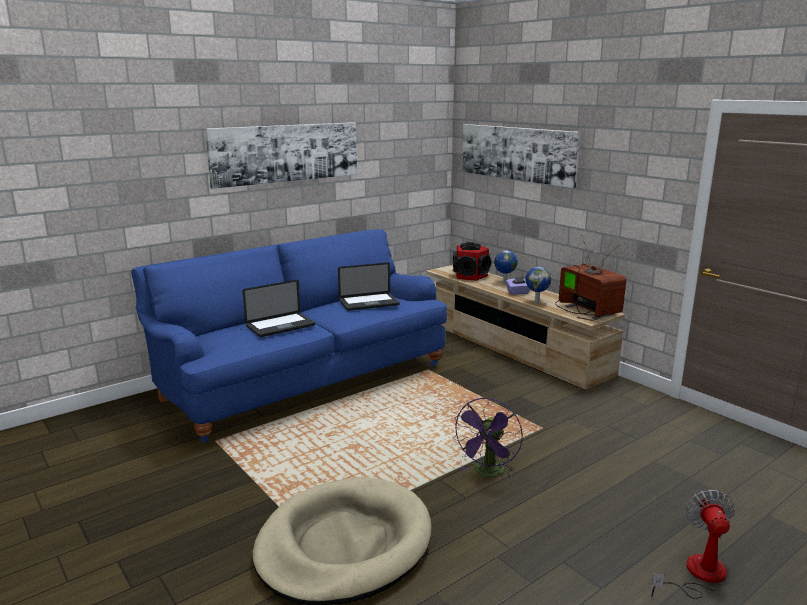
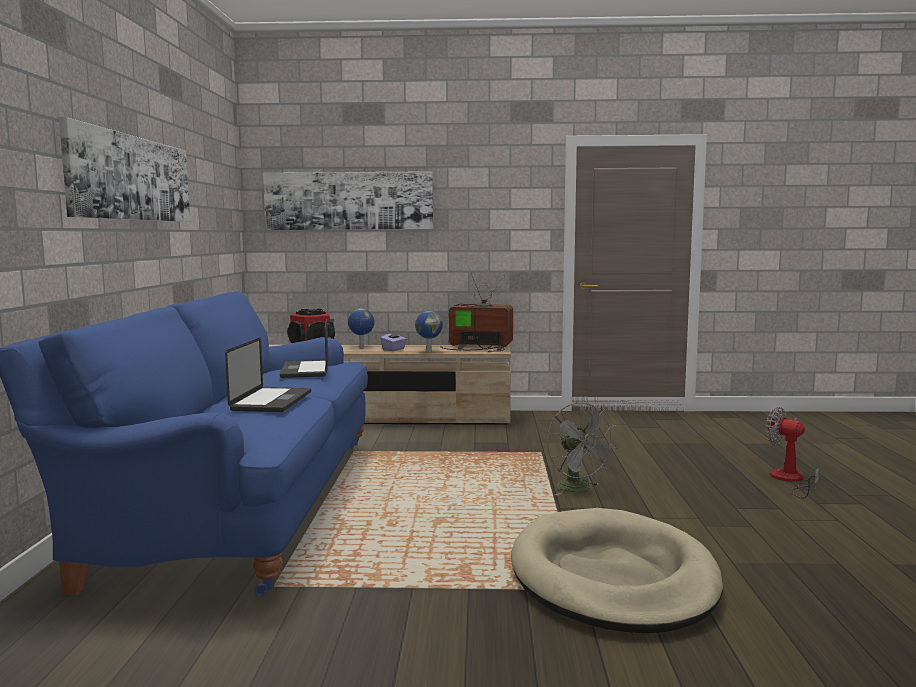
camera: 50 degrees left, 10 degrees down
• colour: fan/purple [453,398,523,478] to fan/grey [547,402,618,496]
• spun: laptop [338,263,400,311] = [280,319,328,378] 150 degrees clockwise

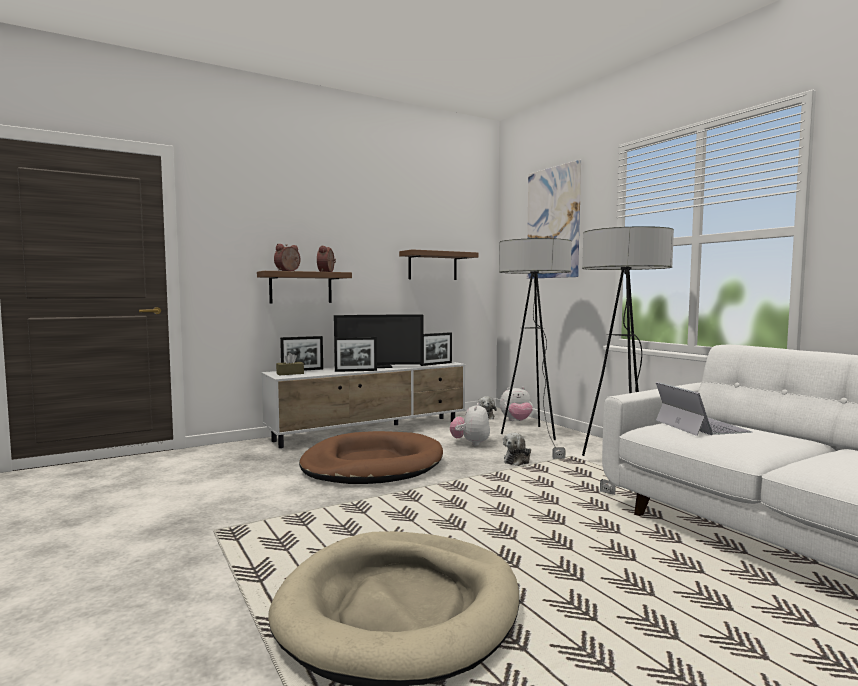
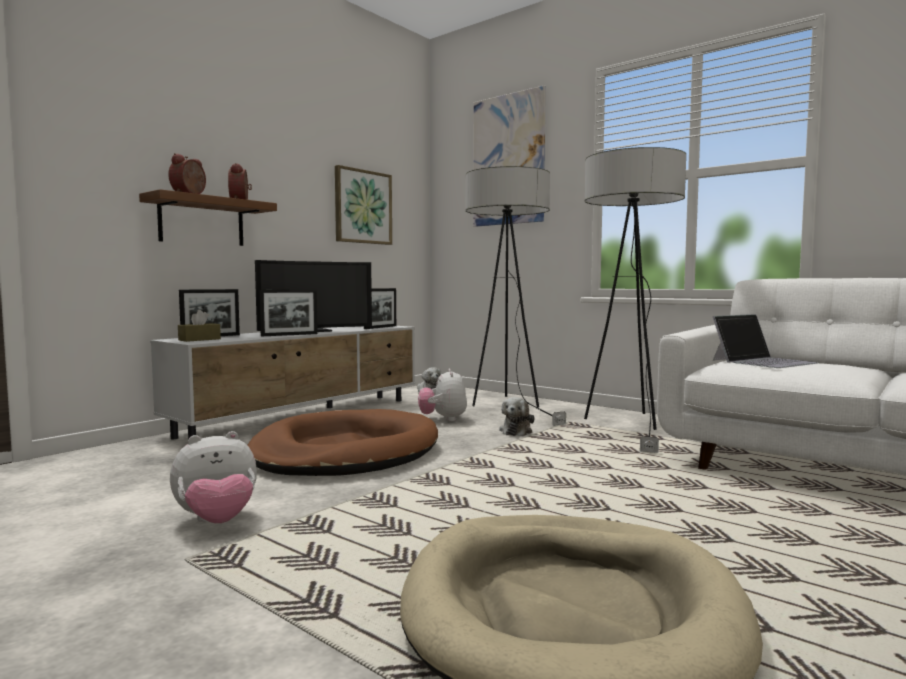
camera: 20 degrees left, 0 degrees up
• relocated: plush toy [500,387,533,421] to [170,431,257,523]
• exchanged: shelf/brown [399,249,479,280] to picture [335,165,392,245]
• spun: laptop [656,382,752,436] = [713,314,818,368] 90 degrees clockwise

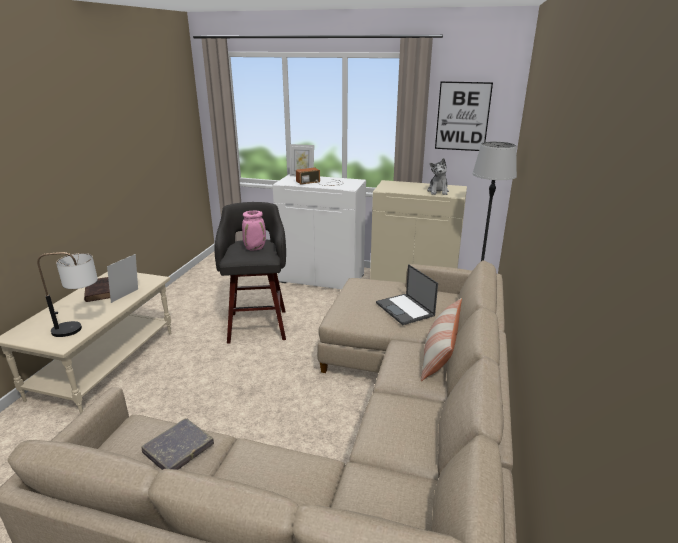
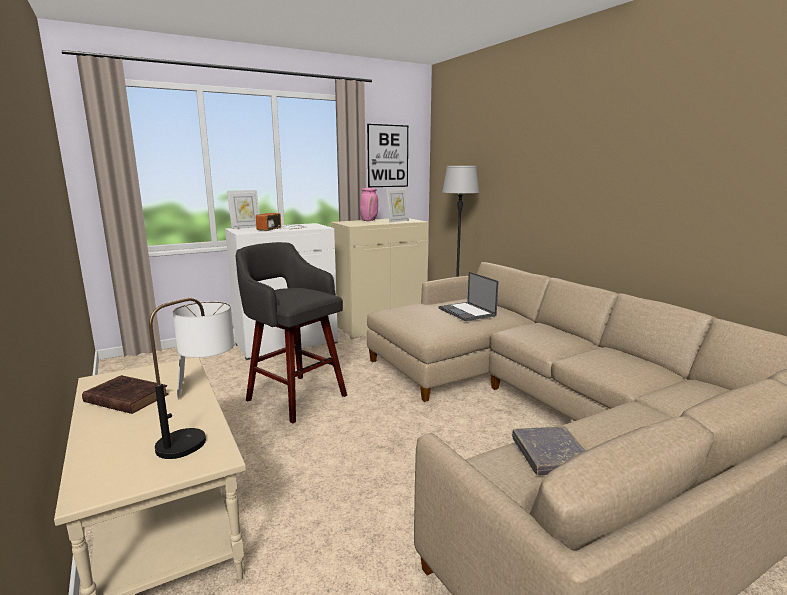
camera: 45 degrees left, 10 degrees down
• missing: pillow [421,298,462,381]
• relocated: vase/pink [242,211,266,251] to [360,188,378,221]
• exchanged: plush toy [427,158,449,195] to picture frame [386,187,409,222]
• spun: laptop [376,264,438,325] = [439,272,499,321] 45 degrees clockwise

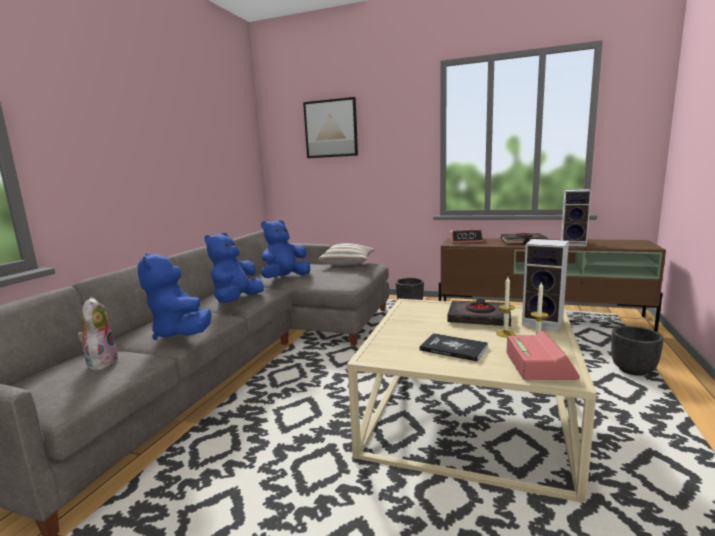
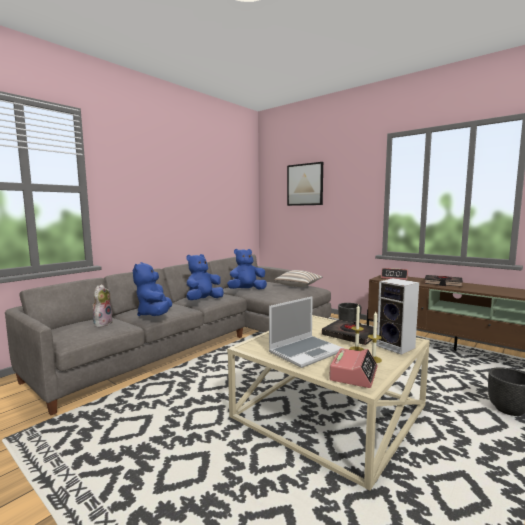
camera: 20 degrees right, 5 degrees down
• missing: speaker [561,189,591,247]
• exchanged: book [419,333,488,362] to laptop [269,296,344,368]

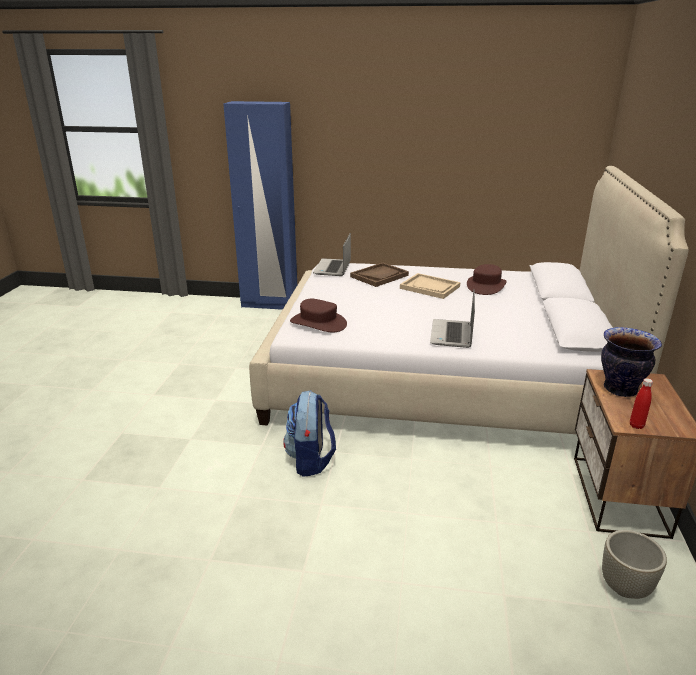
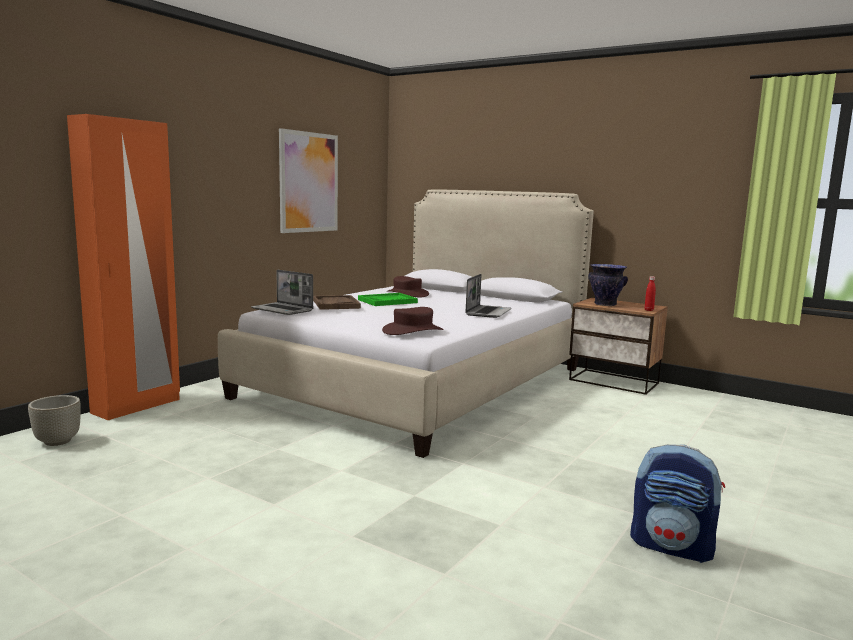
camera: 65 degrees left, 15 degrees down
• appeared: picture [279,128,338,233]
• relocated: backpack [283,391,336,477] to [630,444,725,563]
• relocated: planter/grey [602,530,667,599] to [28,395,81,446]
• colour: wardrobe/blue [223,101,297,310] to wardrobe/orange [67,114,180,420]
• colour: tray/beige [400,273,460,299] to tray/green [358,293,418,306]
• spun: laptop [430,290,475,348] = [465,274,512,318] 105 degrees counterclockwise

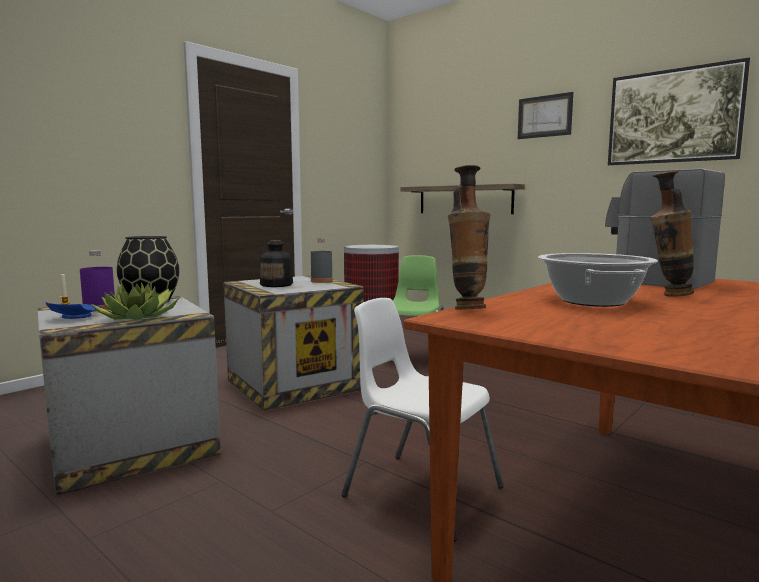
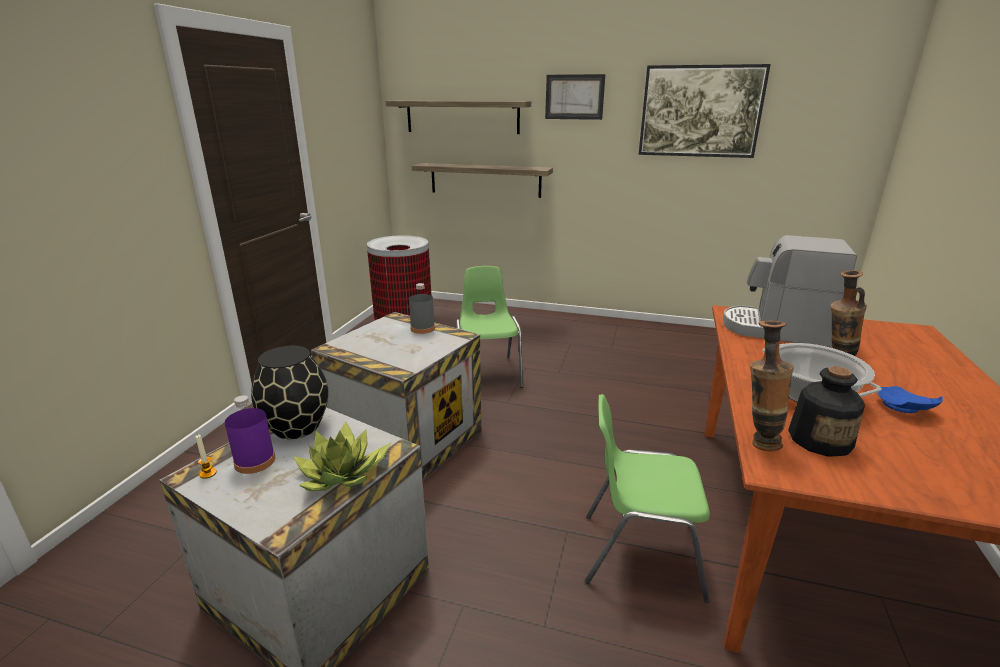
camera: 25 degrees left, 15 degrees up
• appeared: shelf [386,101,531,134]
• relocated: plate/blue [46,302,99,319] to [877,386,943,413]
• relocated: bottle [260,240,293,287] to [788,366,865,457]
• colour: chair/white [342,298,504,542] to chair/green [585,394,710,603]

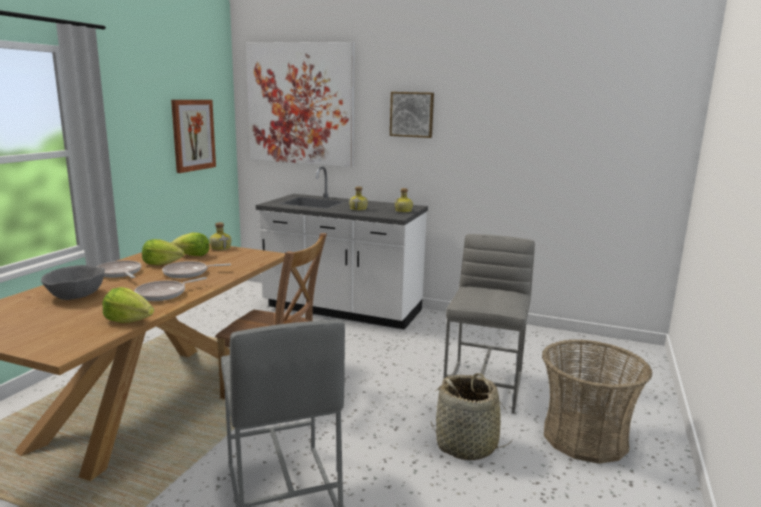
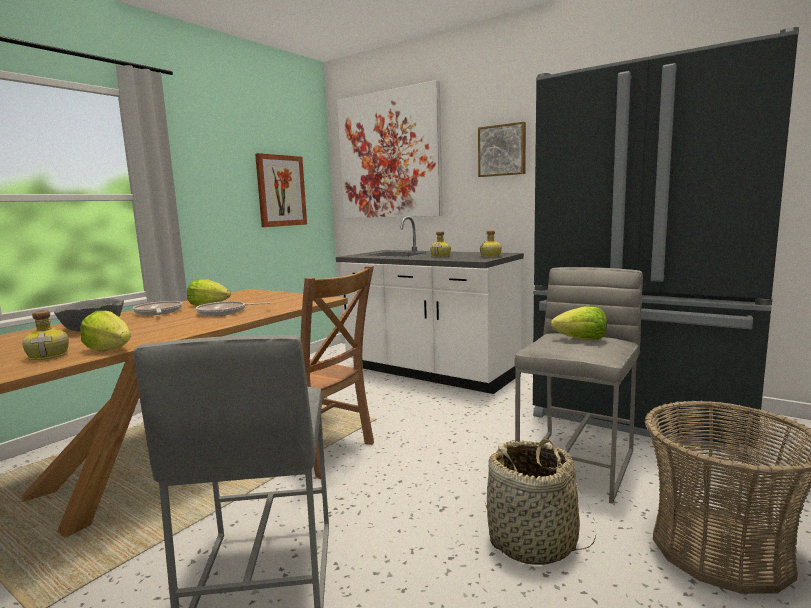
camera: 15 degrees right, 5 degrees down
• missing: frying pan [134,277,207,301]
• appeared: fridge/black [533,27,799,462]
• relocated: lettuce [171,233,210,256] to [551,306,607,340]
• relocated: bottle [209,222,232,250] to [22,310,69,360]

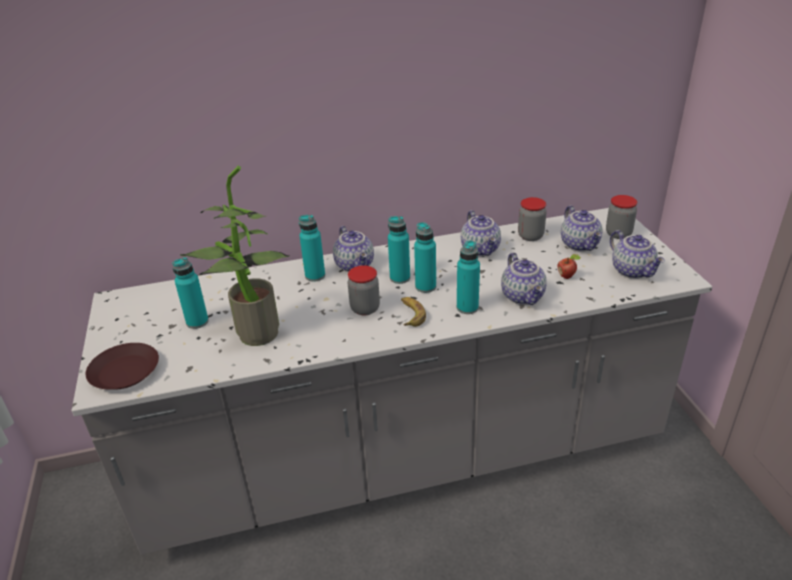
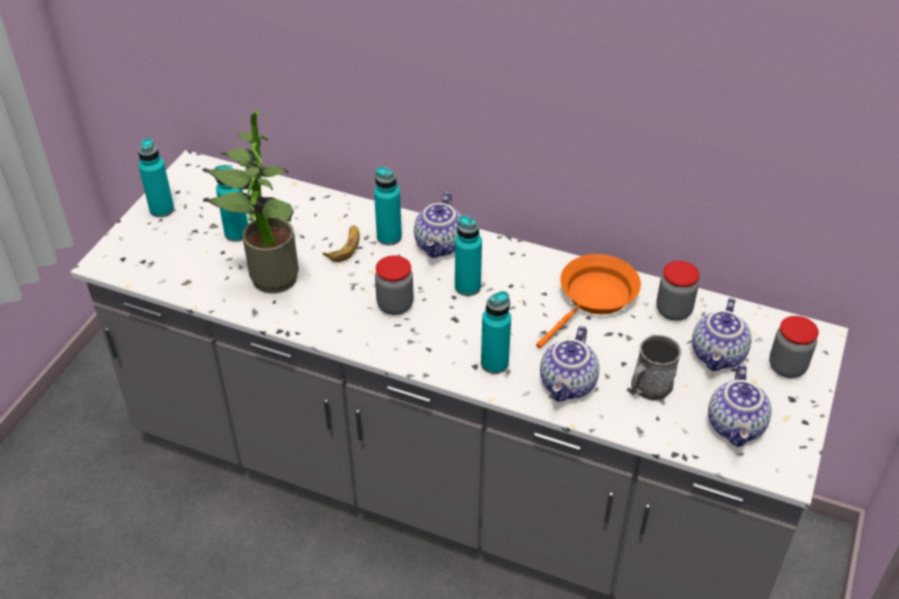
camera: 35 degrees right, 10 degrees up
• missing: plate/brown [86,343,159,390]
• relocated: banana [401,297,426,327] to [322,226,360,262]
• relocated: bottle/turquoise [414,222,436,293] to [138,138,174,218]
• exchanged: teapot [461,210,501,257] to frying pan/orange [536,254,641,349]
• exchanged: apple [557,254,581,279] to mug/grey [631,335,681,401]

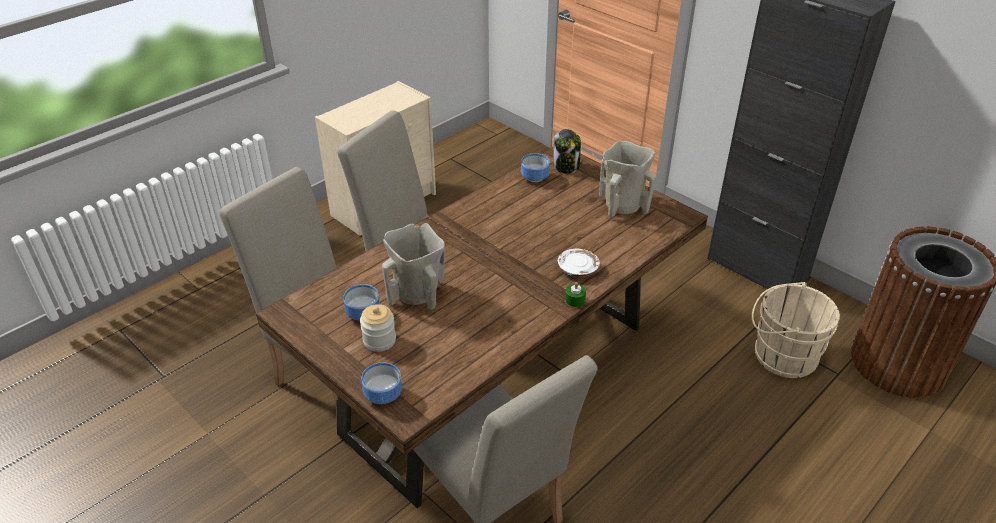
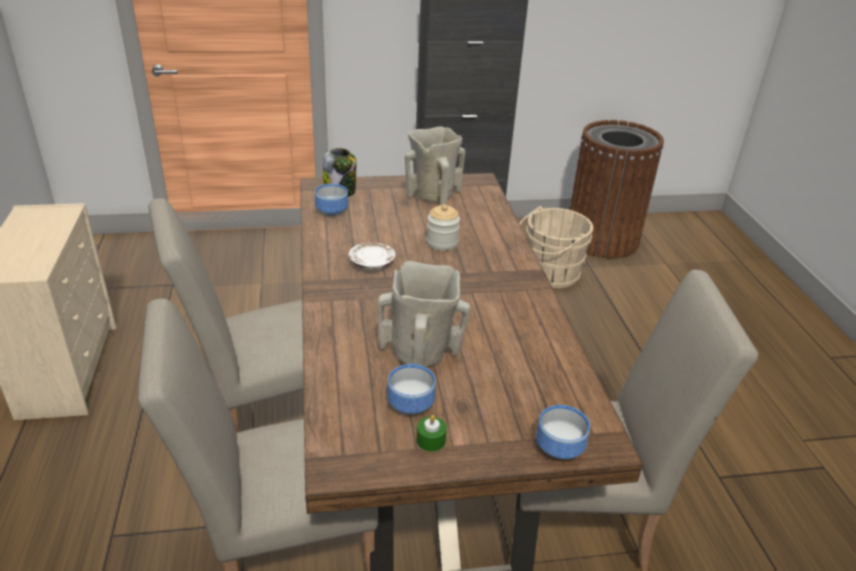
camera: 55 degrees left, 5 degrees down
• relocated: jar [360,304,396,352] to [427,204,460,251]
• relocated: plate/white [558,249,600,277] to [349,242,396,270]
• relocated: candle/green [565,282,586,307] to [417,415,447,452]

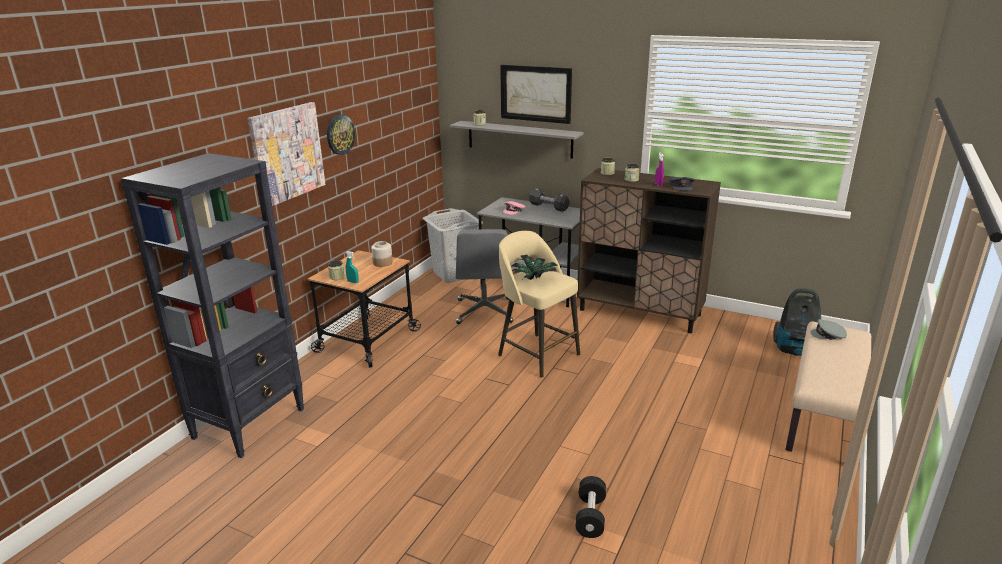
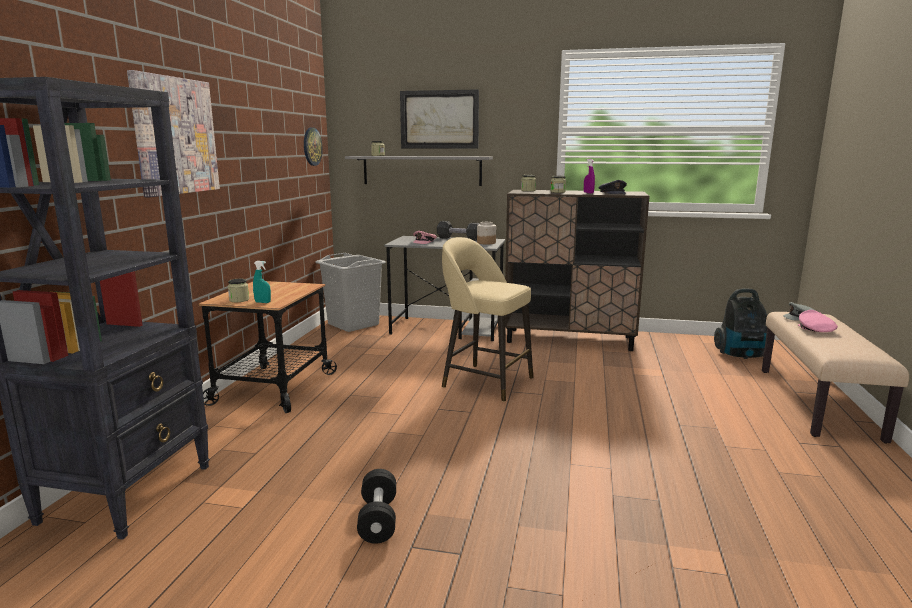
camera: 15 degrees left, 10 degrees down
• missing: office chair/grey [456,229,513,324]
• missing: potted plant [511,254,557,280]
• appeared: cap/pink [798,310,838,332]
• relocated: wall clock [327,114,355,155] to [304,128,323,166]
• relocated: jar [371,241,393,267] to [477,222,496,244]
• relocated: dumbbell/black [576,476,606,538] to [357,469,396,544]

